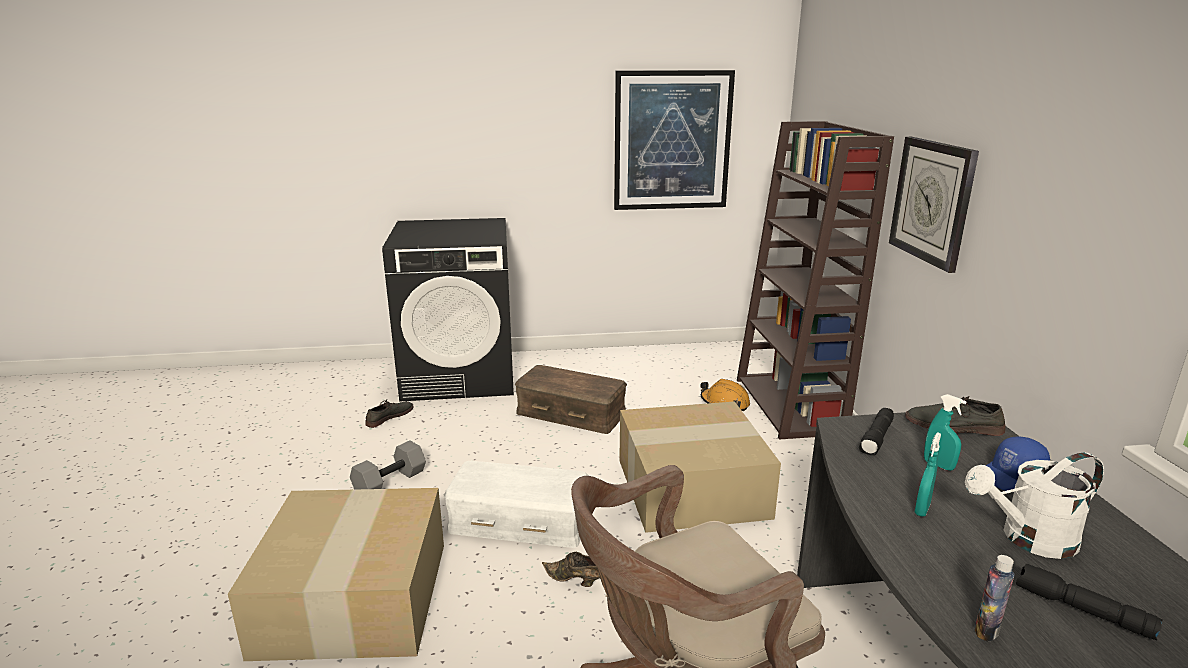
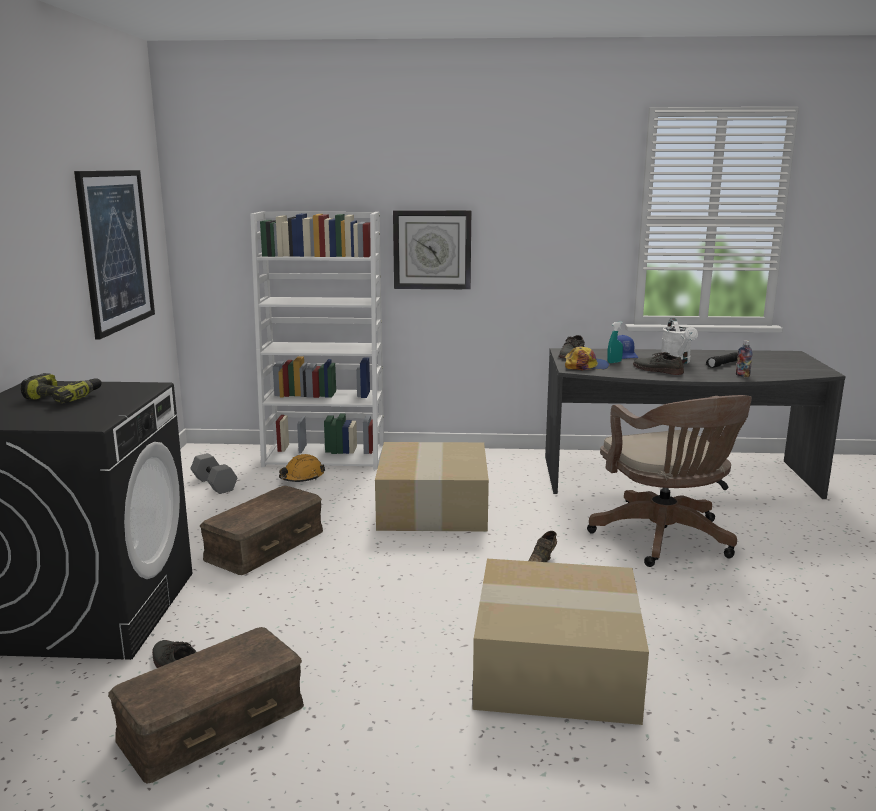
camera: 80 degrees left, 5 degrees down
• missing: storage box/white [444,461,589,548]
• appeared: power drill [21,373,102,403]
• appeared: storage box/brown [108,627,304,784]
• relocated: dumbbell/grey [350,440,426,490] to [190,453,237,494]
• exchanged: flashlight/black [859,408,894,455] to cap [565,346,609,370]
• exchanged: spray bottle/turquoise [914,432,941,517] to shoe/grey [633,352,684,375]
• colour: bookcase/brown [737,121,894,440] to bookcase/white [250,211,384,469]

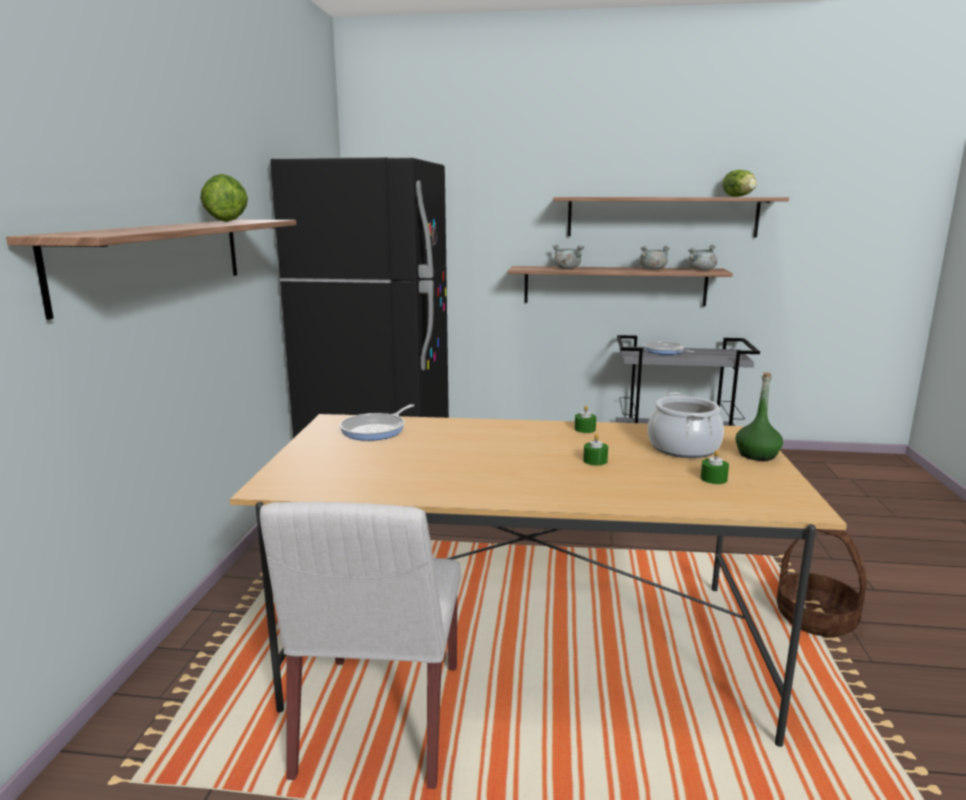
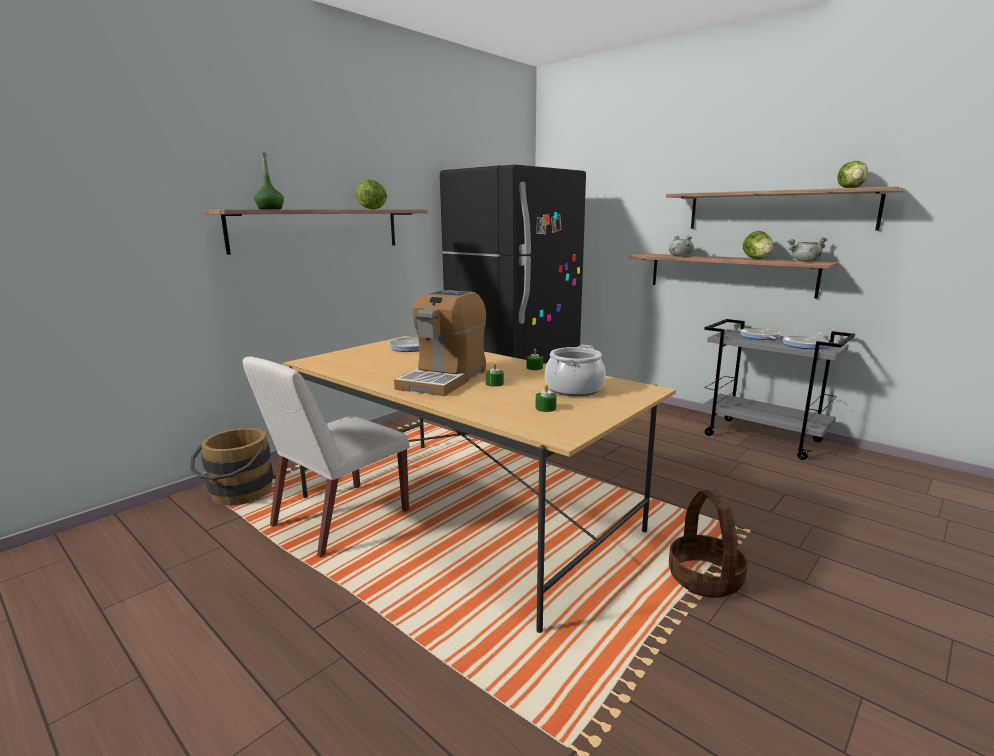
camera: 35 degrees right, 0 degrees up
• appeared: bucket/brown [190,428,273,506]
• appeared: coffee machine [394,290,486,396]
• appeared: frying pan [783,332,828,349]
• relocated: bottle/green [735,372,783,461] to [254,152,284,209]
• exchanged: cooking pot/grey [639,246,670,270] to lettuce [743,231,773,260]

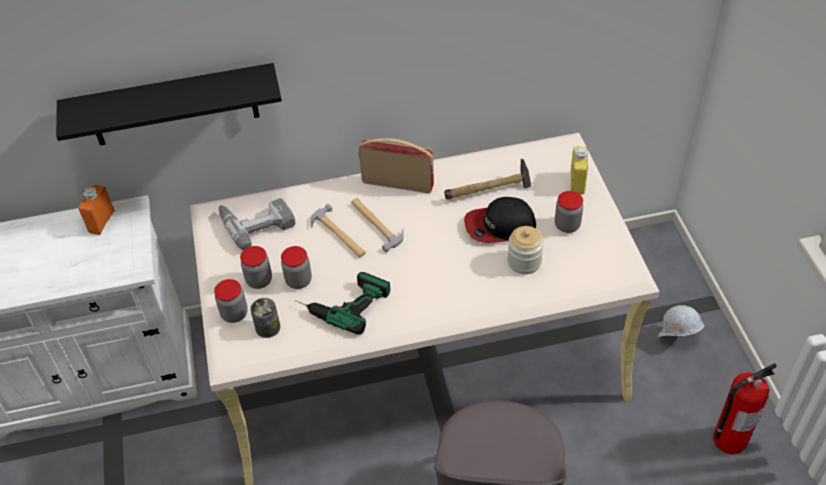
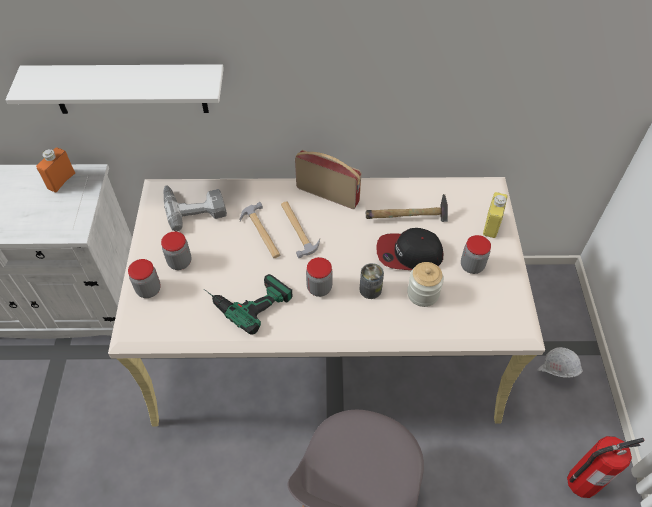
camera: 10 degrees right, 5 degrees up
• relocated: can [250,298,280,338] to [359,263,384,299]
• relocated: jar [281,246,312,289] to [306,257,333,297]
• colour: shelf/black [56,63,282,146] to shelf/white [5,64,224,114]

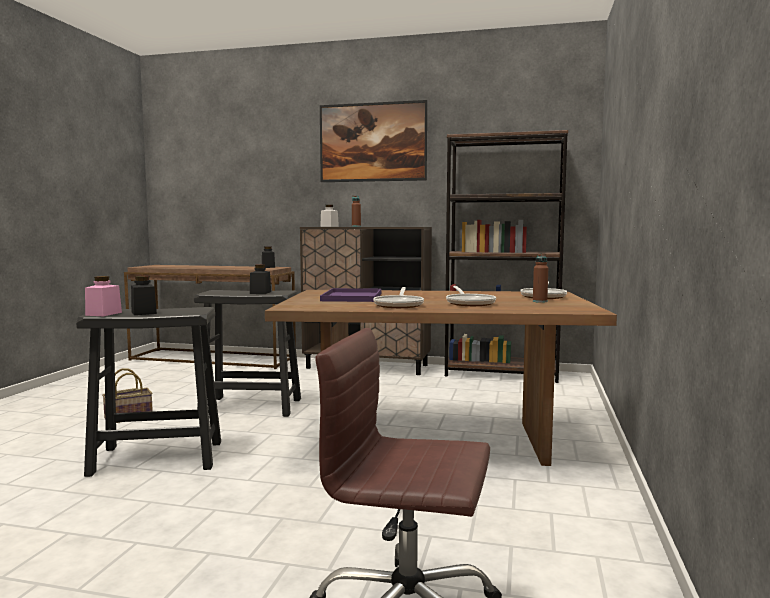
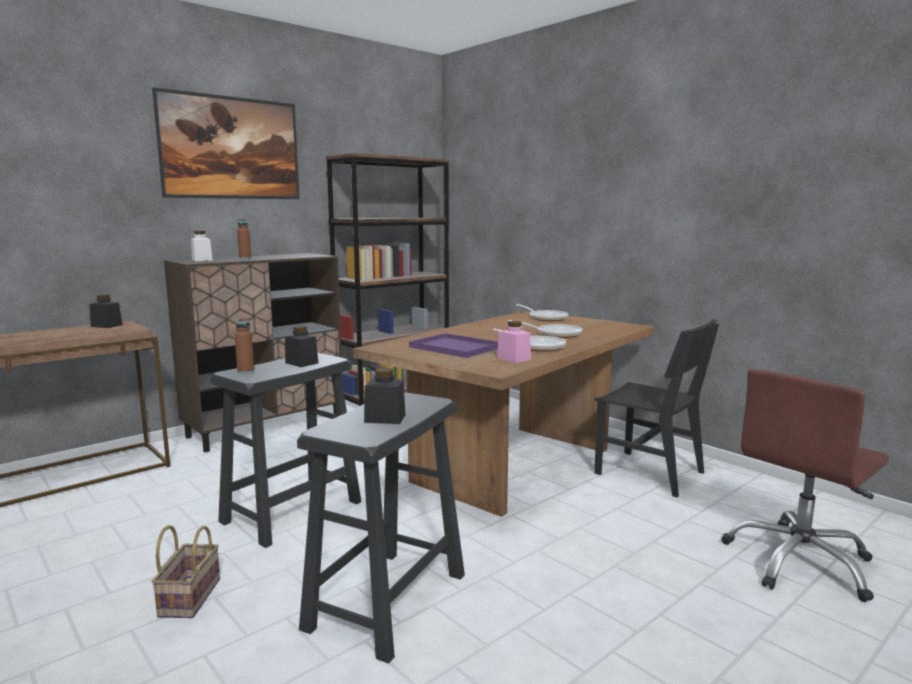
camera: 55 degrees left, 5 degrees up
• appeared: chair/black [594,319,719,497]
• relocated: jar/pink [85,276,122,316] to [497,321,531,363]
• relocated: bottle/brown [533,254,548,303] to [235,318,254,374]

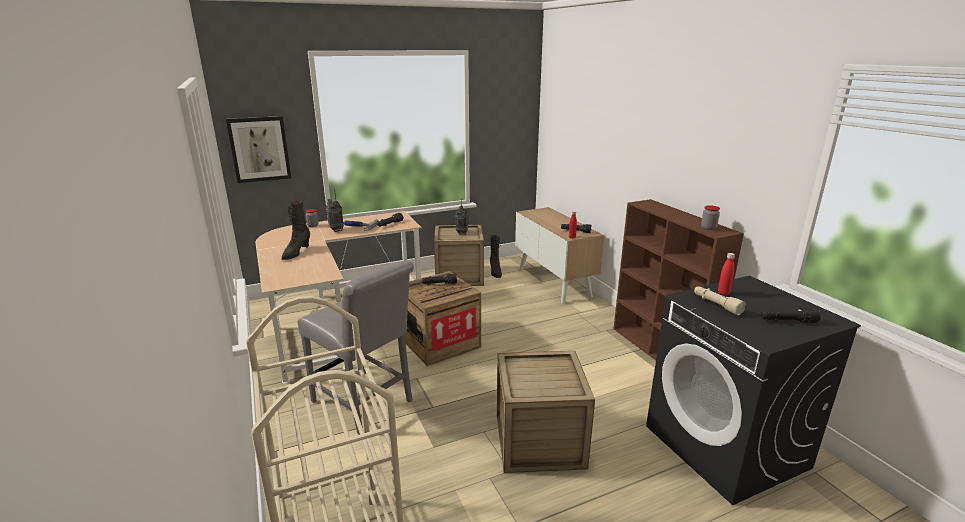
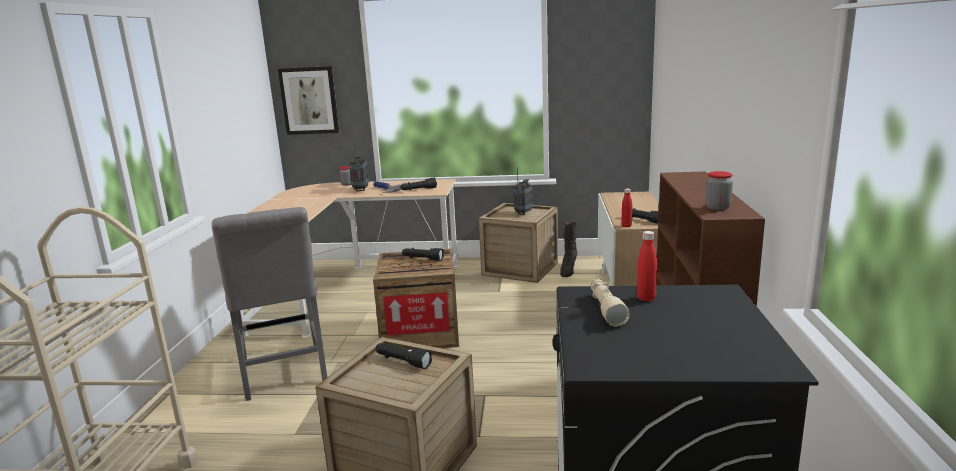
camera: 30 degrees right, 5 degrees down
• missing: boot/black [281,201,310,260]
• relocated: flashlight/black [760,307,821,323] to [375,343,432,369]

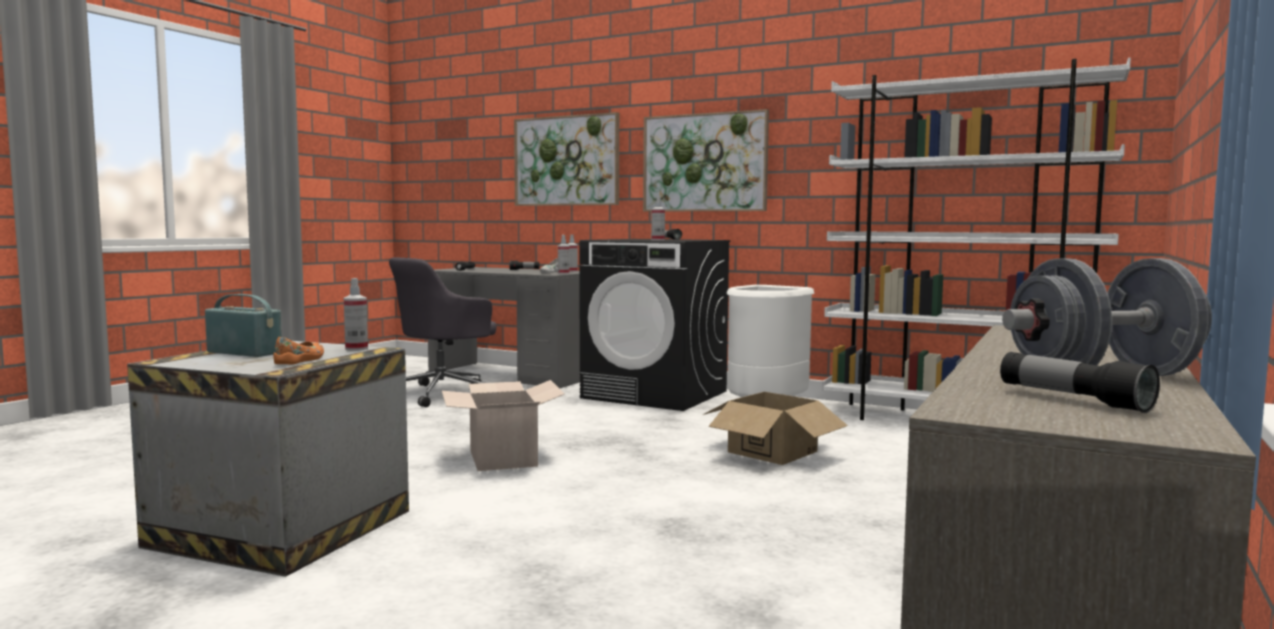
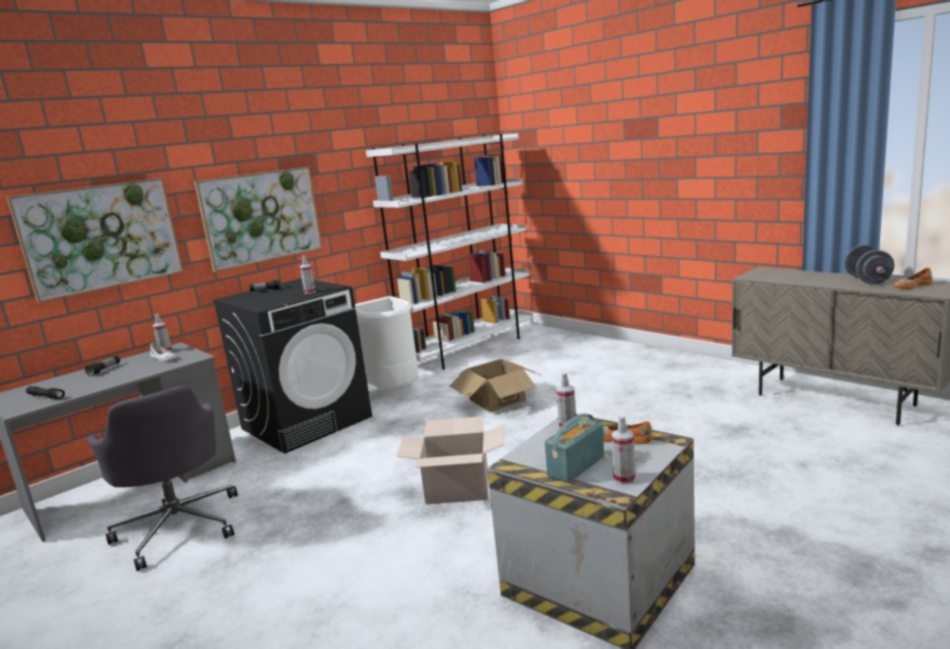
camera: 70 degrees left, 10 degrees up
• relocated: spray bottle [558,235,570,274] to [612,415,635,484]
• exchanged: flashlight [1000,352,1160,413] to shoe/orange [893,268,932,289]

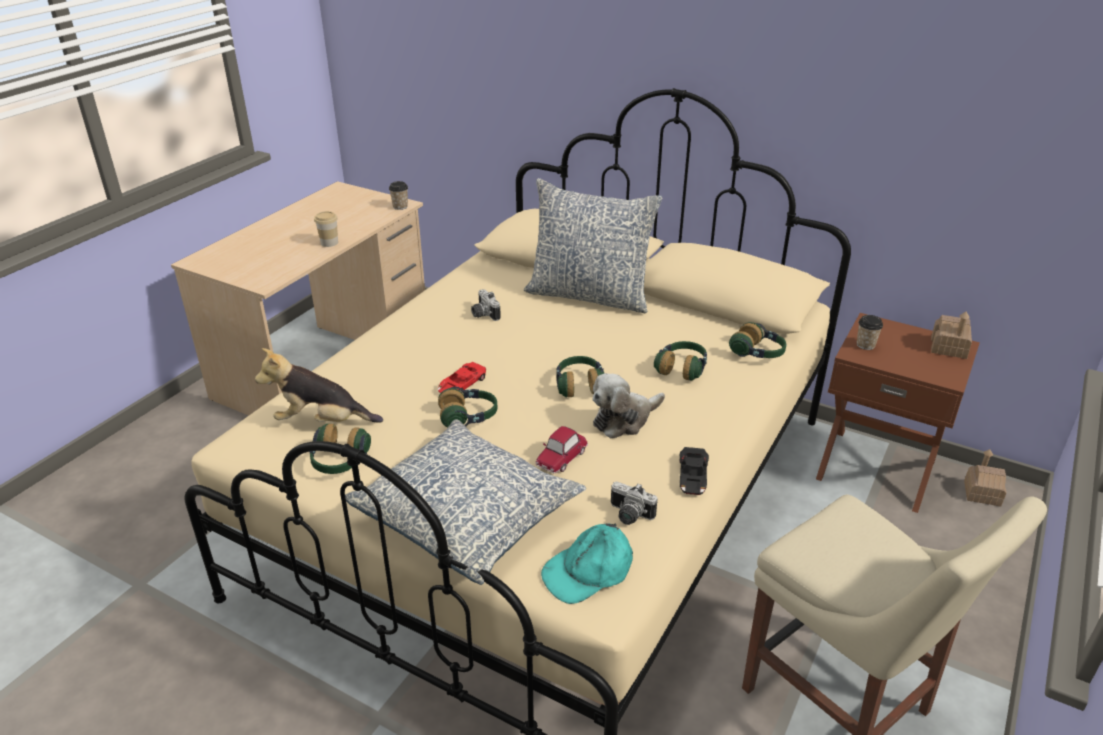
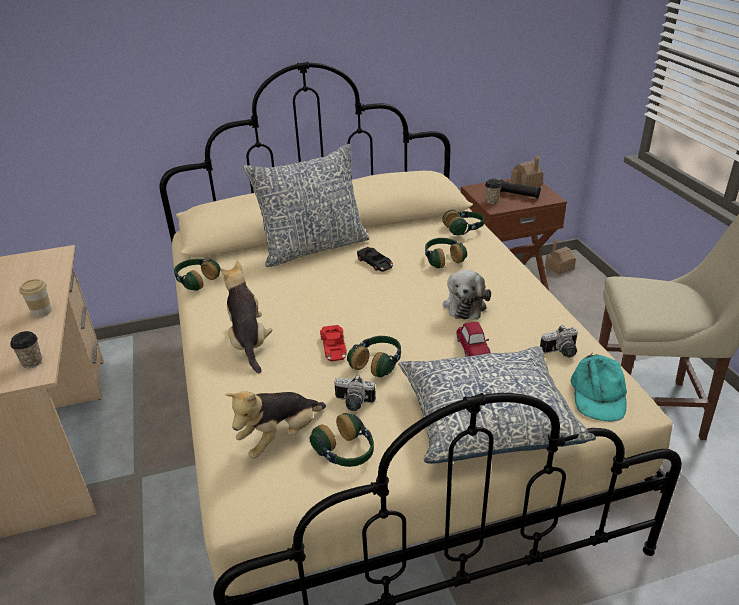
camera: 45 degrees left, 0 degrees up
• appeared: plush toy [220,261,273,374]
• appeared: flashlight/black [492,178,541,198]
• relocated: cup [389,181,408,210] to [10,331,42,368]
• relocated: photo camera [471,289,501,321] to [334,375,376,411]
• relocated: headphones [556,356,604,397] to [174,258,220,291]
• relocated: toy car/black [680,447,709,495] to [357,247,393,272]

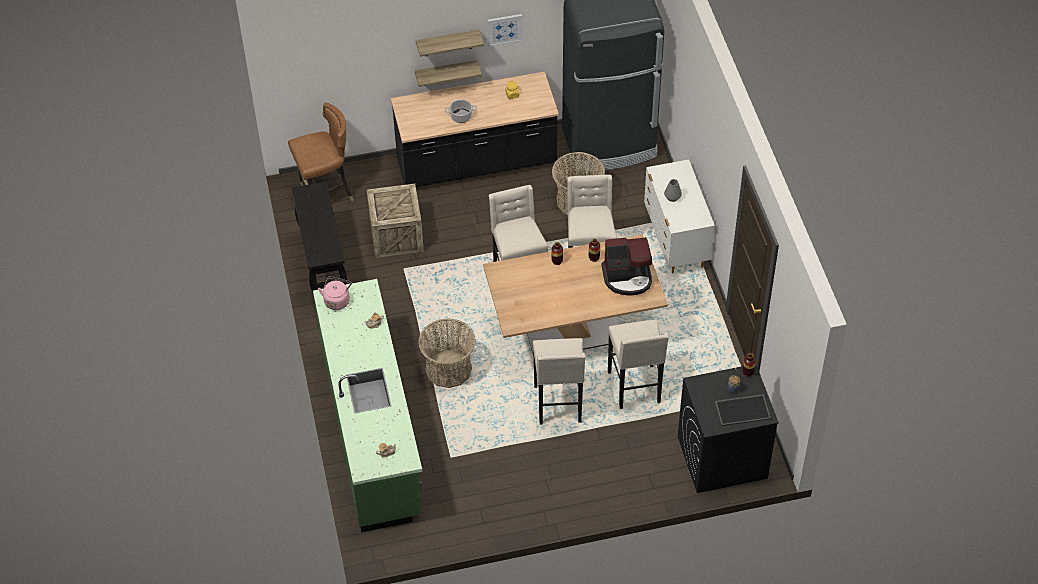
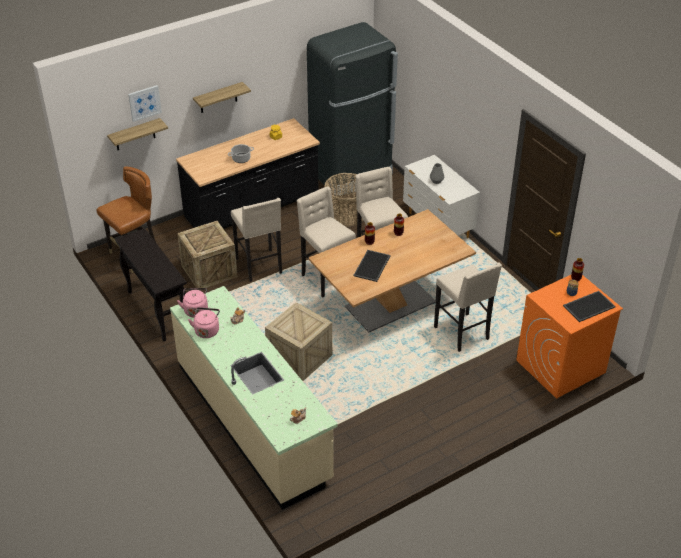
camera: 20 degrees left, 10 degrees down
• missing: coffee machine [601,237,652,296]
• appeared: kettle/pink [188,307,220,338]
• appeared: tray [353,250,391,282]
• relocated: shelf [415,60,482,87] to [107,118,168,150]
• relocated: picture [487,14,523,47] to [128,85,162,122]
• relocated: stool/beige [533,338,585,425] to [231,198,282,282]
• exchanged: basket [418,318,476,388] to crate [265,302,332,381]
• colour: counter/green [313,279,422,532] to counter/beige [170,286,338,510]
• colour: washing machine/black [678,365,779,493] to washing machine/orange [516,275,623,399]

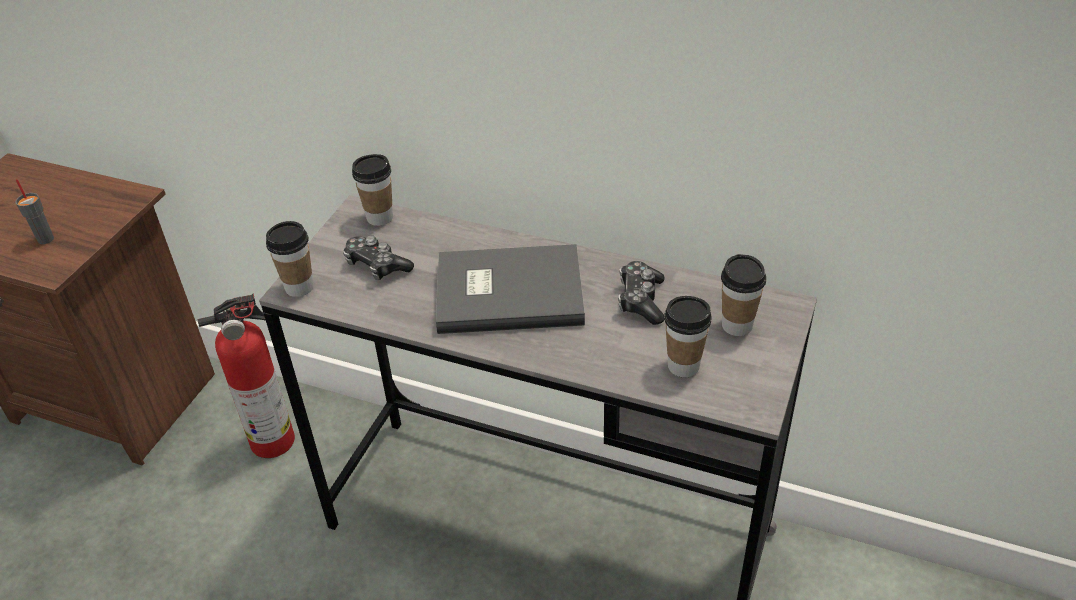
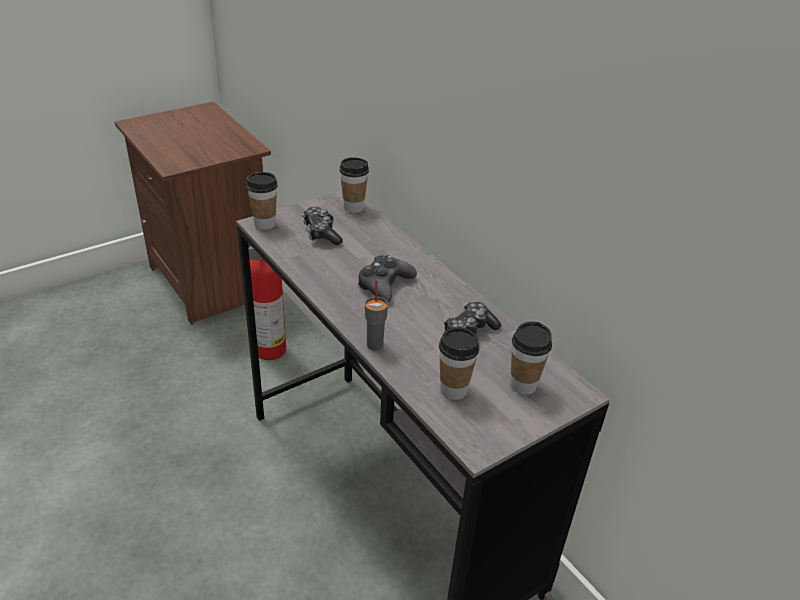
camera: 30 degrees right, 5 degrees down
• relocated: cup/grey [15,179,54,244] to [365,280,388,350]
• exchanged: book/grey [436,244,585,334] to game controller/black [358,255,417,302]

